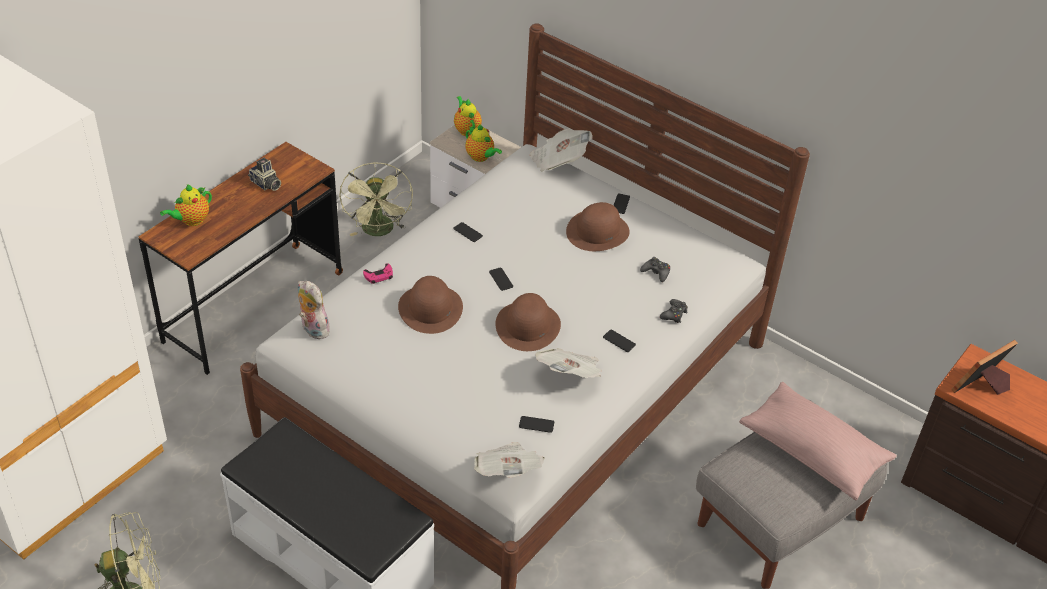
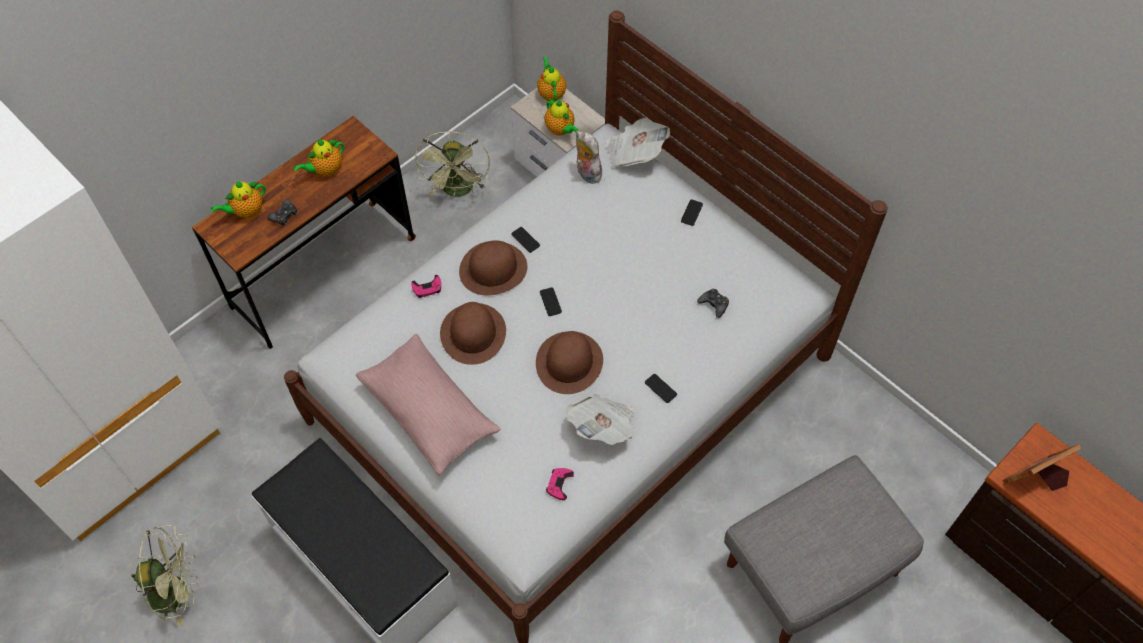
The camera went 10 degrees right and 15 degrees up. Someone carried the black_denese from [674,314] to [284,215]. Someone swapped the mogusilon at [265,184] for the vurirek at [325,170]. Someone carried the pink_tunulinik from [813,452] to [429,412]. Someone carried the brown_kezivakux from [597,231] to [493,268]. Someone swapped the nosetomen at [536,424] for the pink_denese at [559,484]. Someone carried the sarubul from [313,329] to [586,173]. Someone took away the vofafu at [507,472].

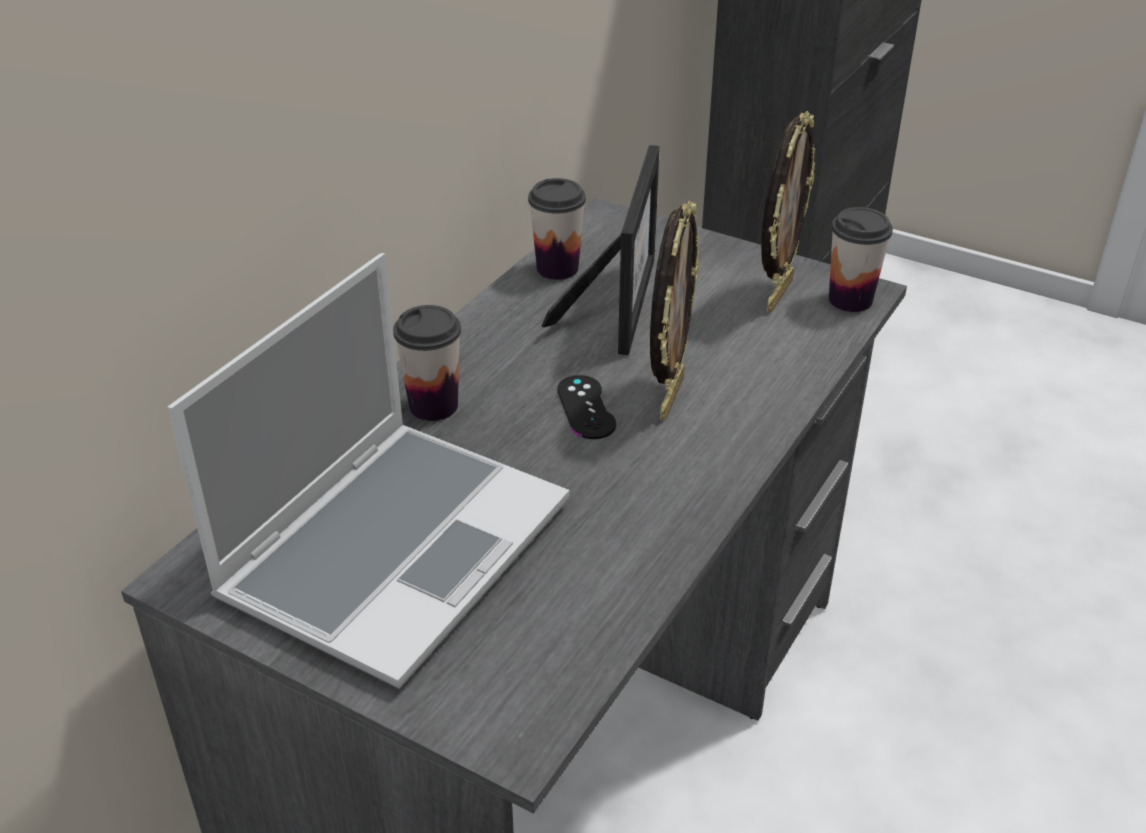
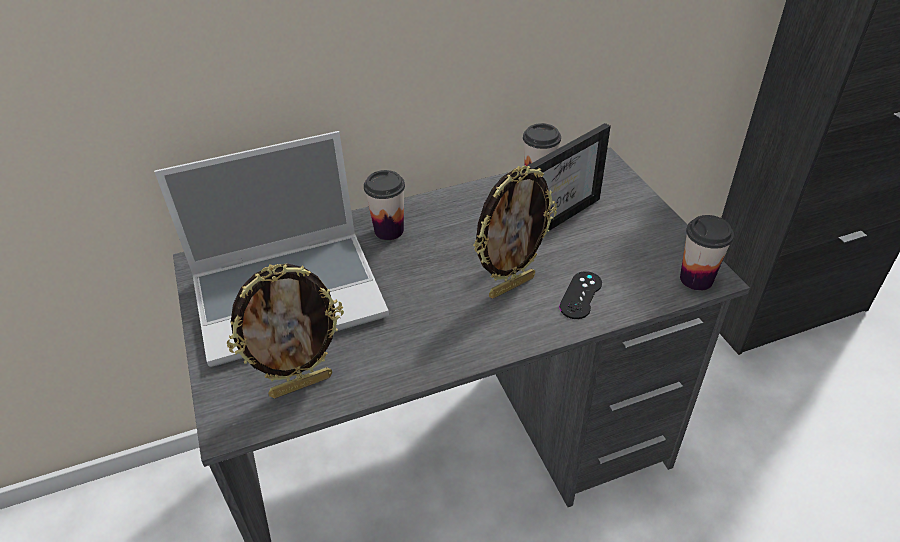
The camera went 40 degrees right and 5 degrees up. Someone carried the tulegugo from [777,294] to [301,384]. Someone carried the black_denese from [586,407] to [581,295].

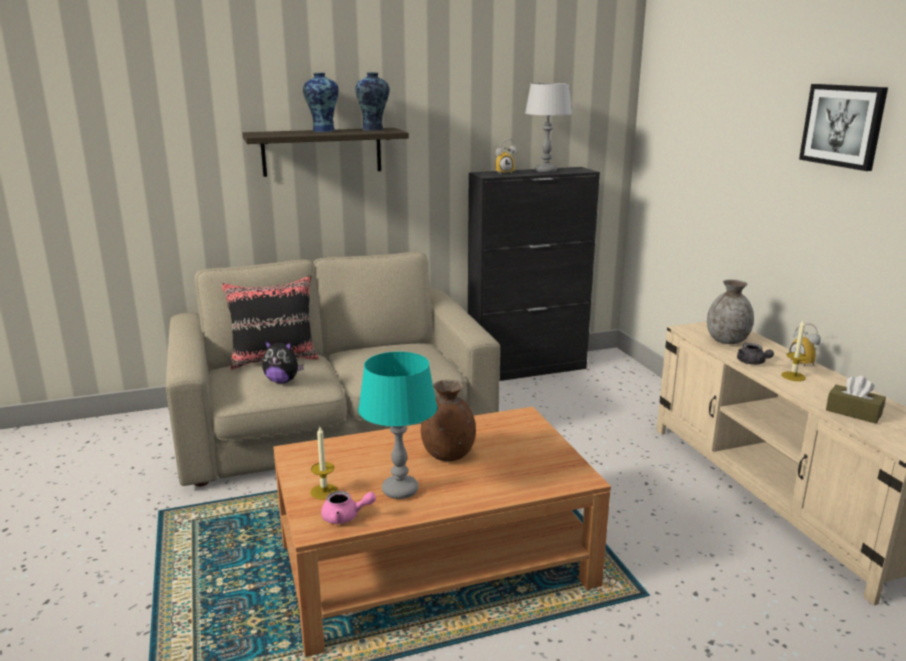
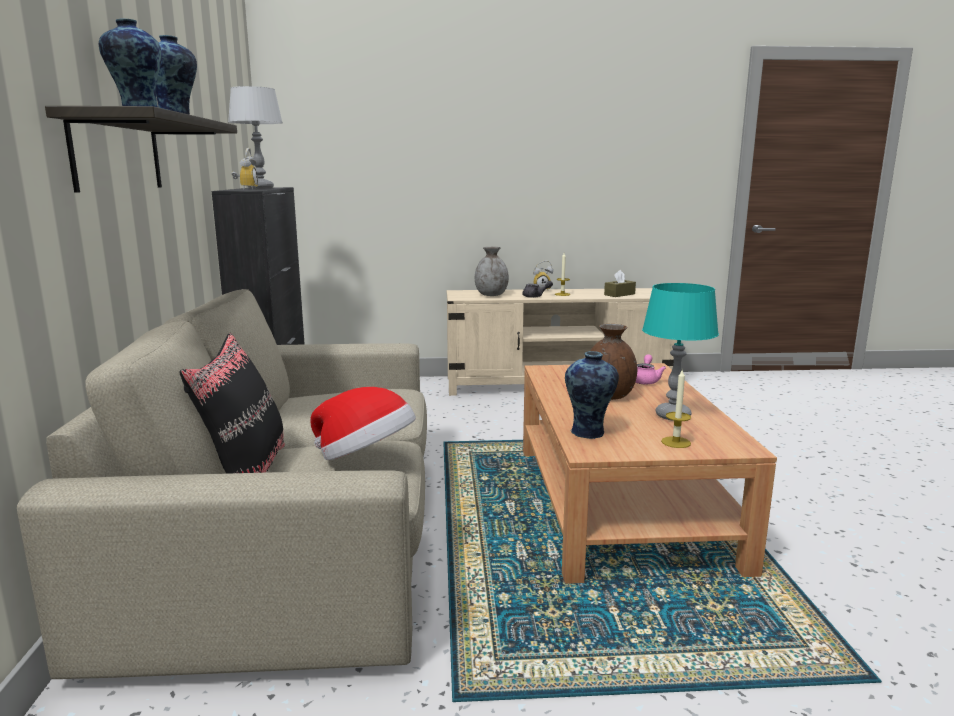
The camera went 75 degrees left and 5 degrees down. Someone swapped the sarubul at [282,381] for the kezivakux at [365,458]. Someone put down the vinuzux at [589,433]. Someone carried the pink_vurirek from [345,517] to [645,380]. Someone took away the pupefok at [843,125].

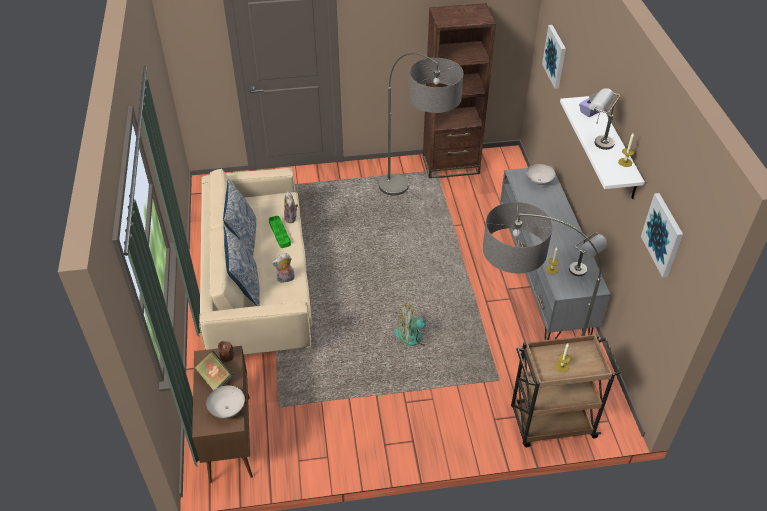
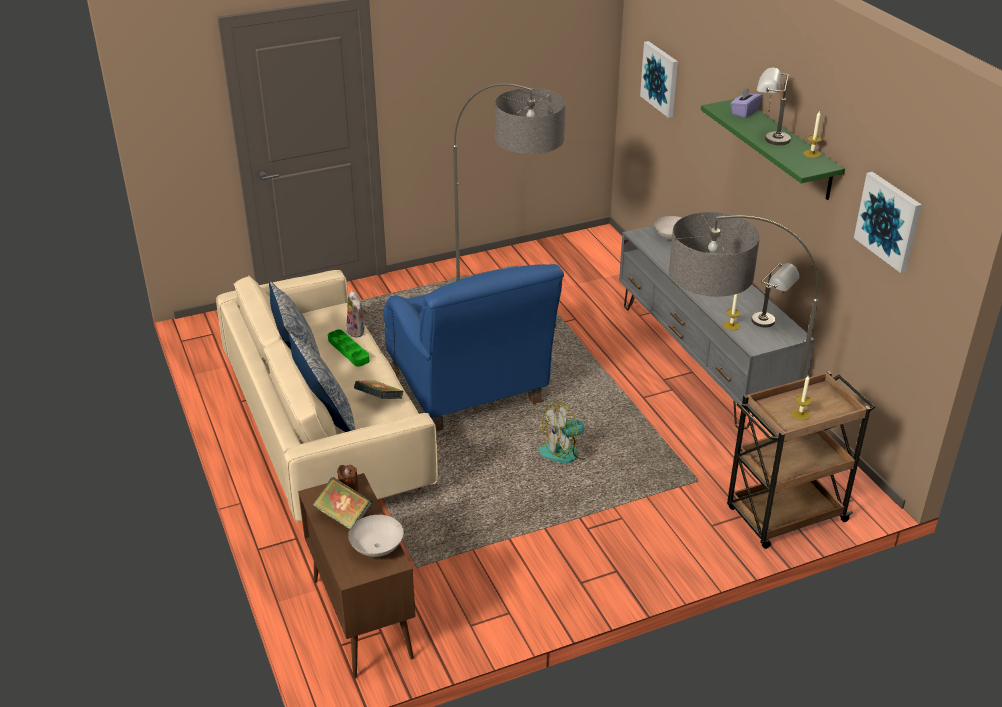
The camera went 15 degrees left and 10 degrees down. Someone swapped the sarubul at [285,279] for the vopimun at [379,400]. Someone put down the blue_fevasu at [470,392]. Someone repainted the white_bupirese at [615,148], which became the green_bupirese at [787,149]. Someone took away the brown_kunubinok at [451,165].

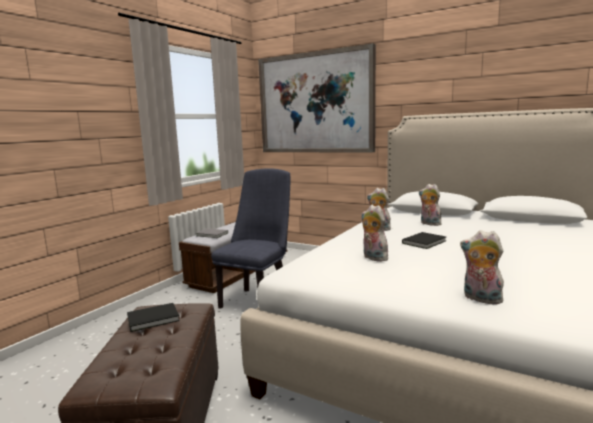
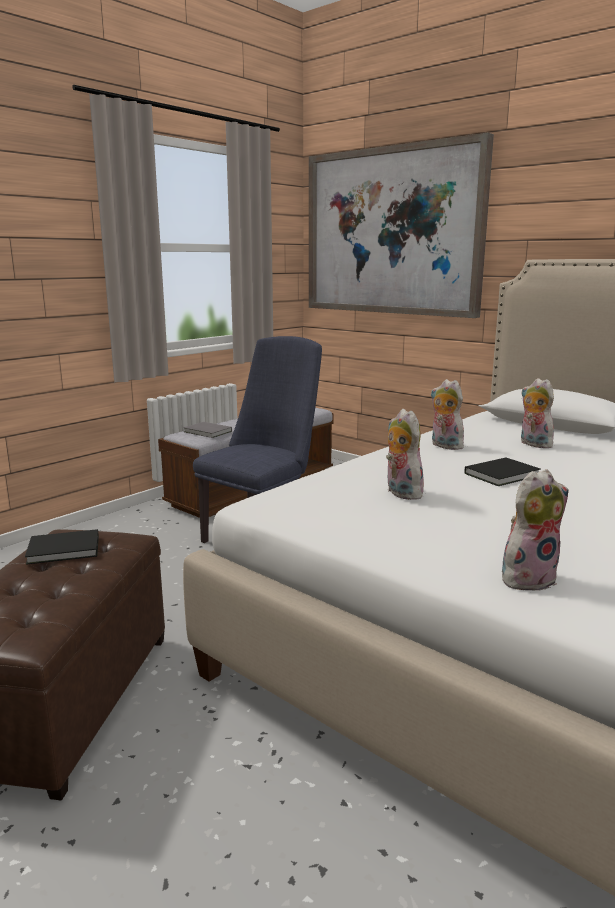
The camera went 10 degrees right and 5 degrees up. Someone rotated the sarubul at [480,299] by 105 degrees clockwise.

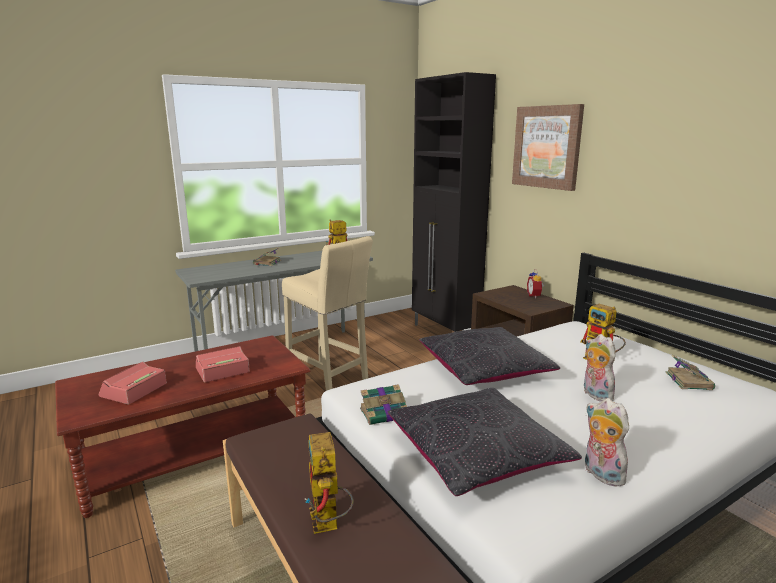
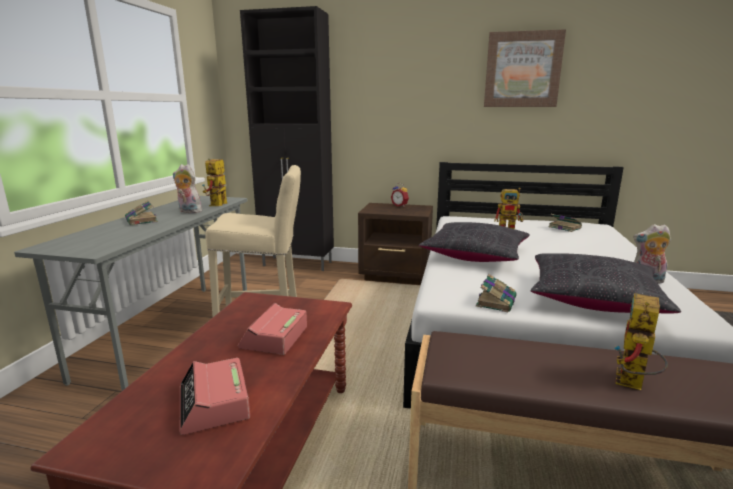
The camera went 45 degrees left and 0 degrees up. Someone carried the sarubul from [595,395] to [188,211]. Someone carried the pupefok from [547,147] to [522,70]. Someone rotated the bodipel at [328,525] by 90 degrees clockwise.

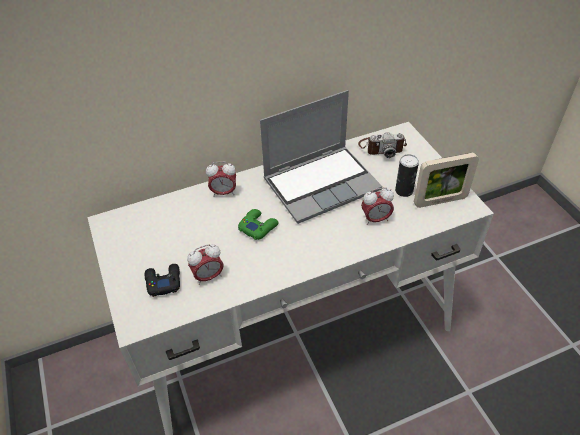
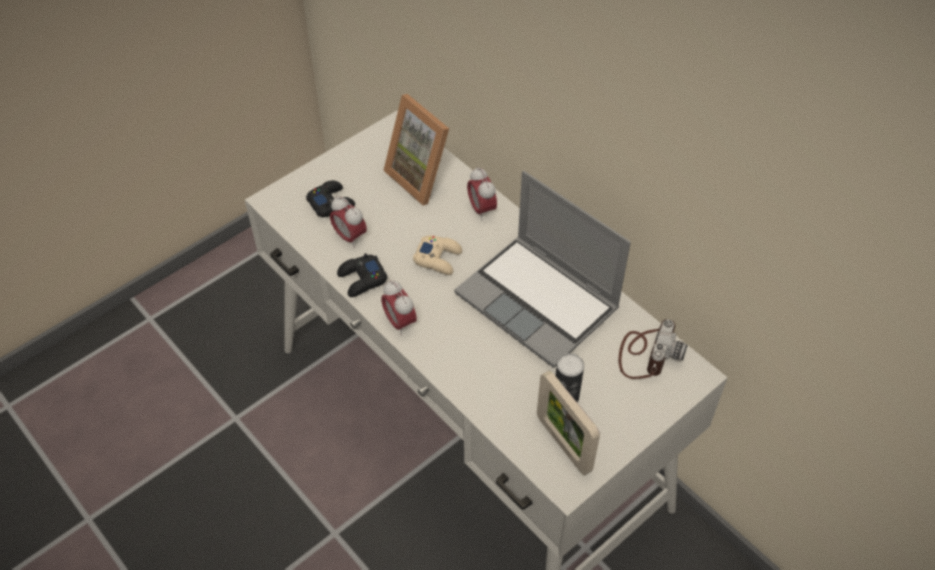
The camera went 70 degrees right and 5 degrees up. Someone put down the black_denese at [362,279]. Someone carried the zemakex from [375,219] to [400,322]. Someone put down the tulegugo at [423,176]. Someone repainted the green_denese at [258,227], which became the beige_denese at [438,258]. Someone rotated the mogusilon at [382,147] by 135 degrees counterclockwise.

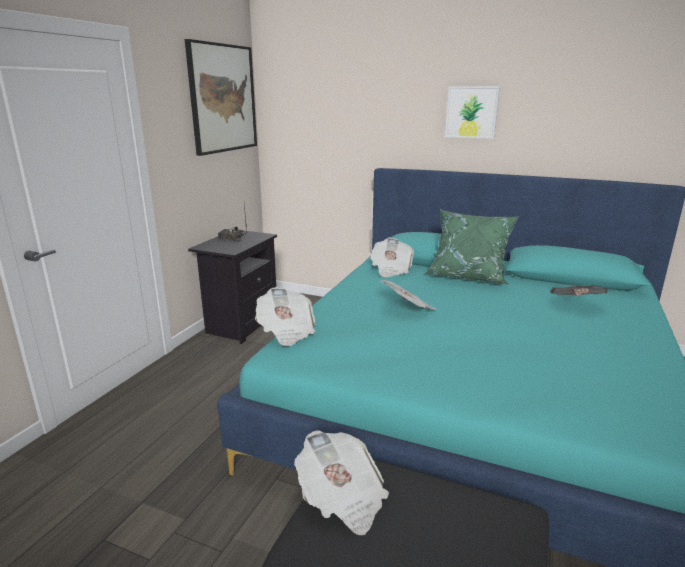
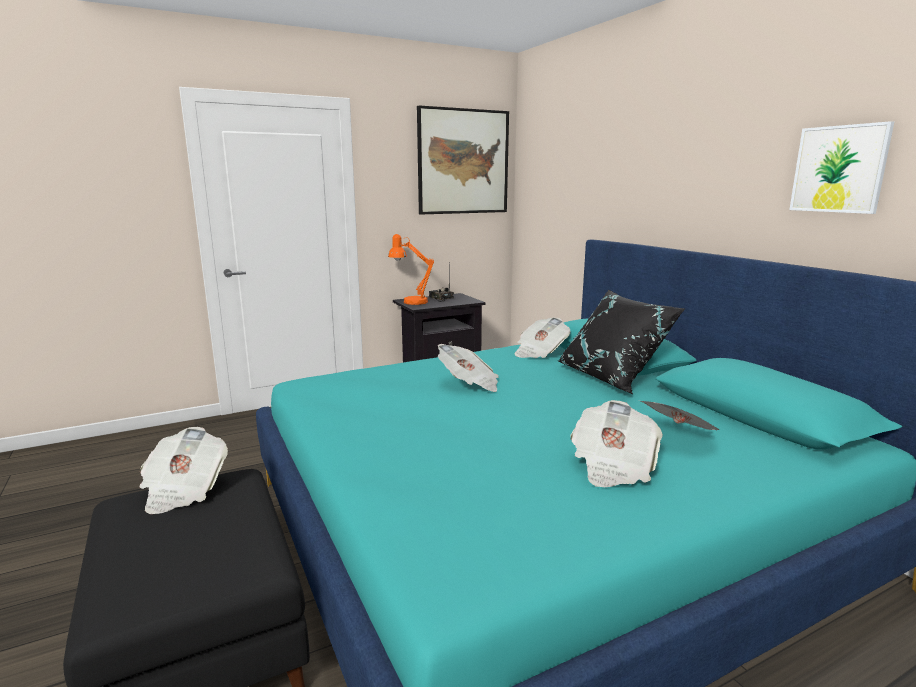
The camera went 40 degrees right and 5 degrees down. Someone put down the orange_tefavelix at [410,301]. Someone repainted the green_tunulinik at [468,276], which became the black_tunulinik at [612,377]. Someone carried the vofafu from [286,331] to [612,466]. Someone carried the pupefok from [471,112] to [839,169].

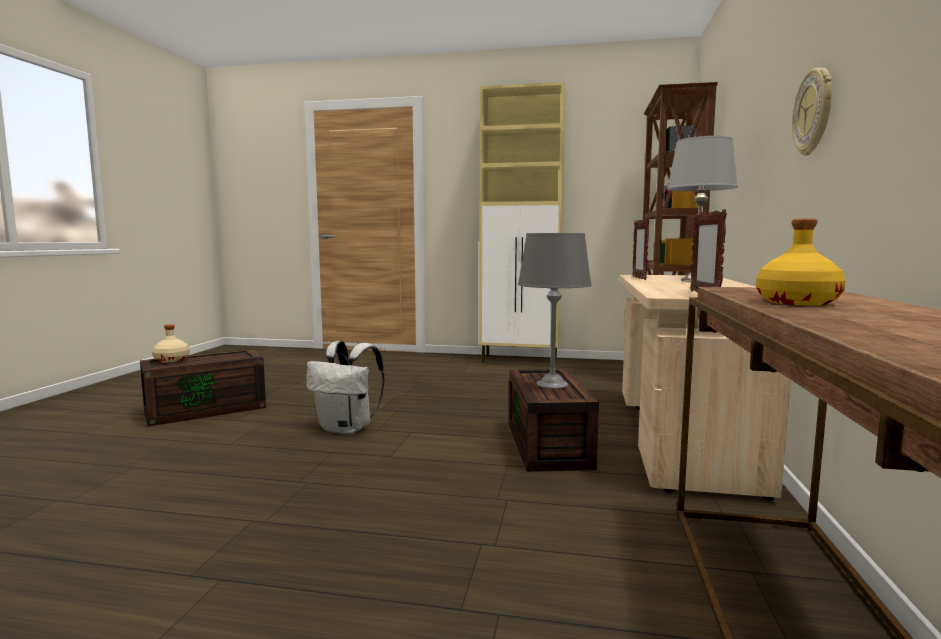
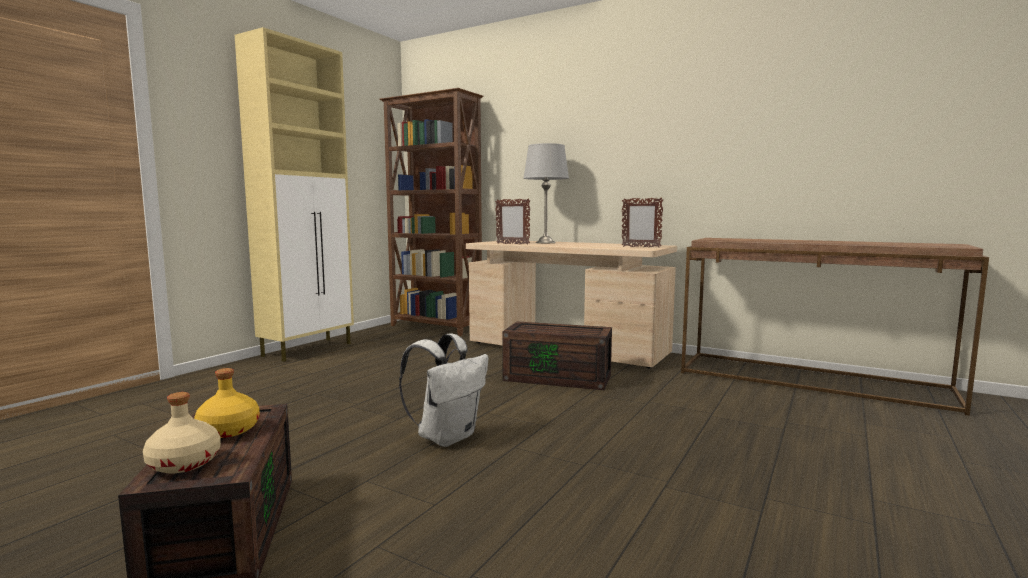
The camera went 70 degrees left and 0 degrees up. Someone carried the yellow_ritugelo from [796,302] to [228,430]. Someone took away the grey_tefavelix at [552,384]. Someone took away the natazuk at [814,112].

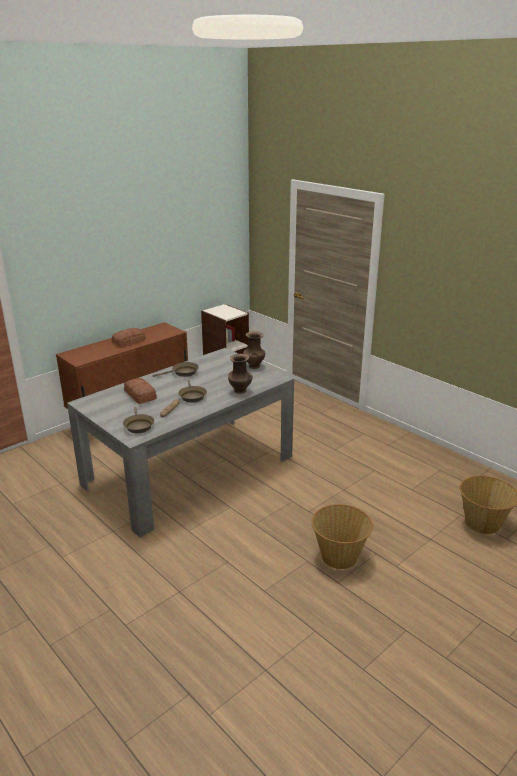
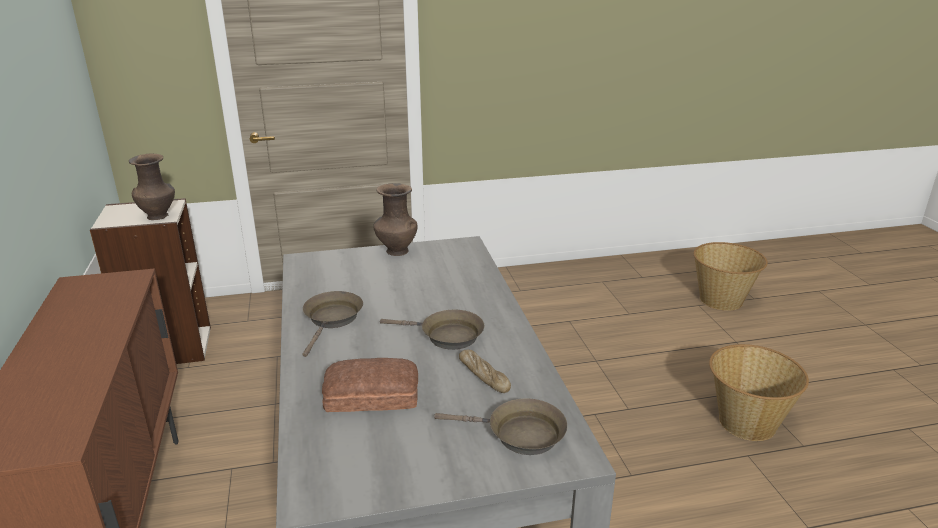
The camera went 60 degrees left and 0 degrees up. Someone carried the brown_vinuzux from [240,391] to [159,216]. Someone took away the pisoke at [129,341].

